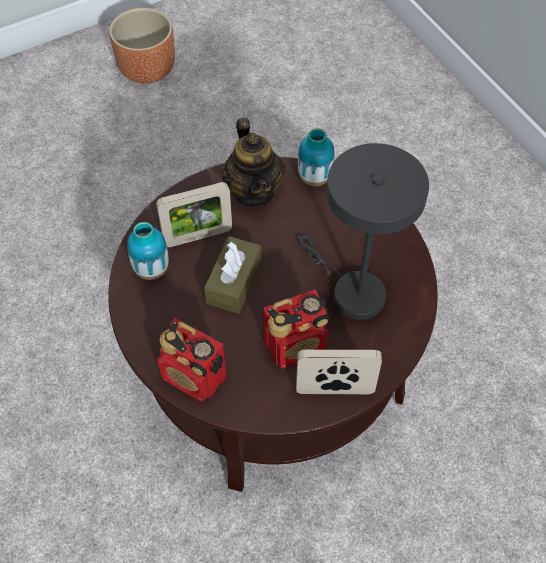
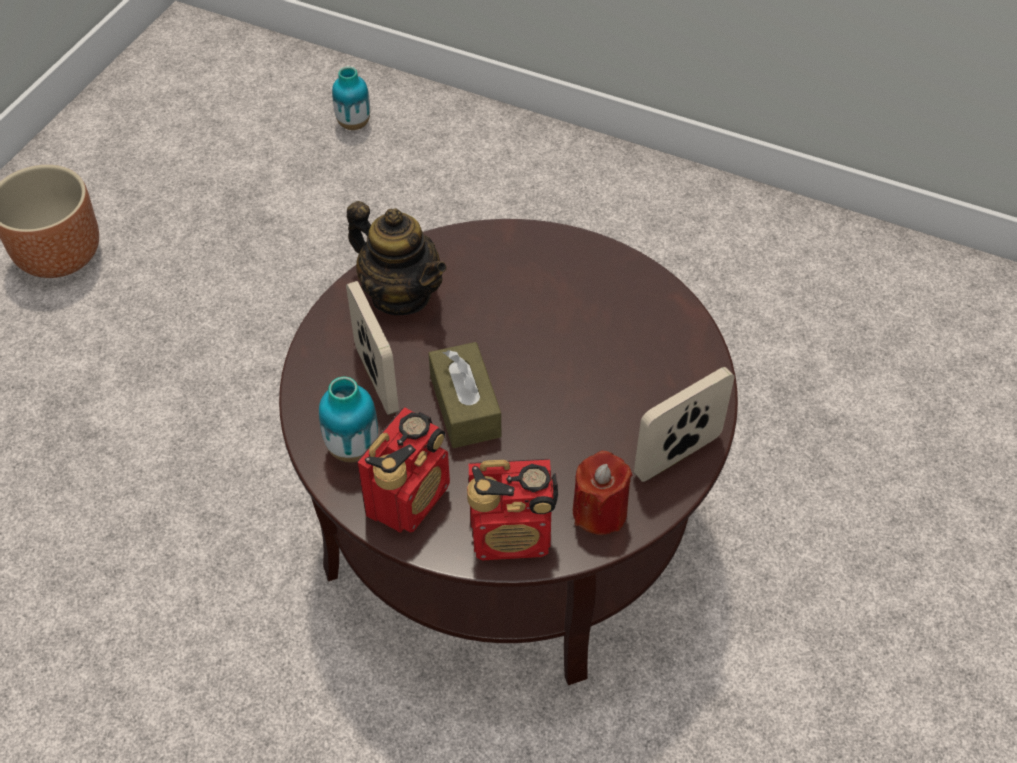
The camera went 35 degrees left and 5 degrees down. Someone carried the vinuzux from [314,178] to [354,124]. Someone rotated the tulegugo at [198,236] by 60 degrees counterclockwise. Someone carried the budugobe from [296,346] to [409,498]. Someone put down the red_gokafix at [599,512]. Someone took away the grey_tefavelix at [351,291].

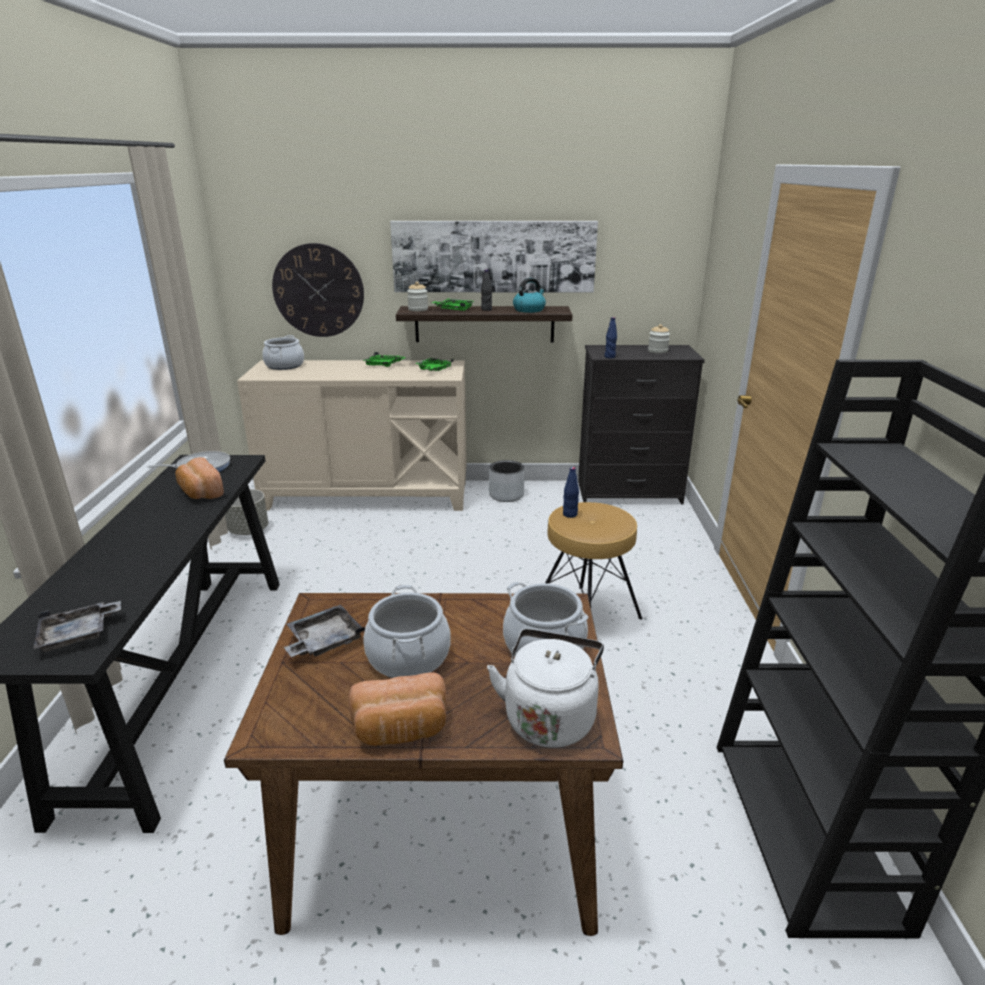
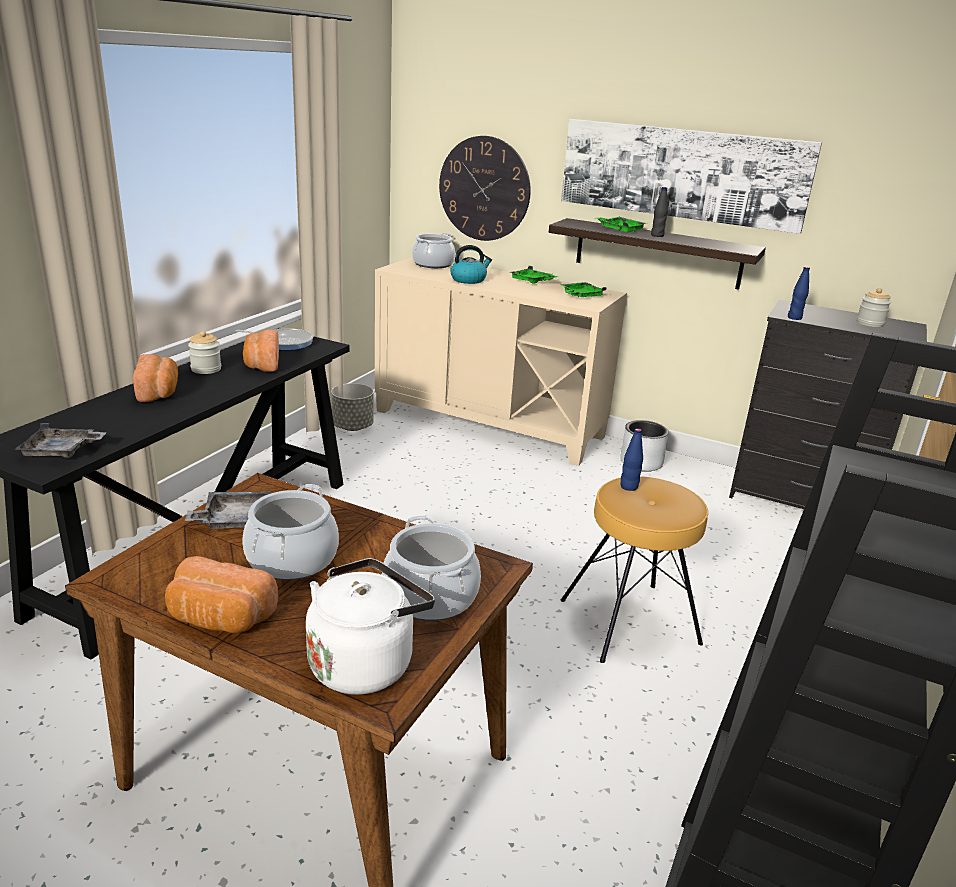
The camera went 25 degrees right and 0 degrees up. Someone put down the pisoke at [159,392]. Someone carried the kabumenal from [418,309] to [206,369]. Someone carried the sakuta from [529,310] to [469,280].

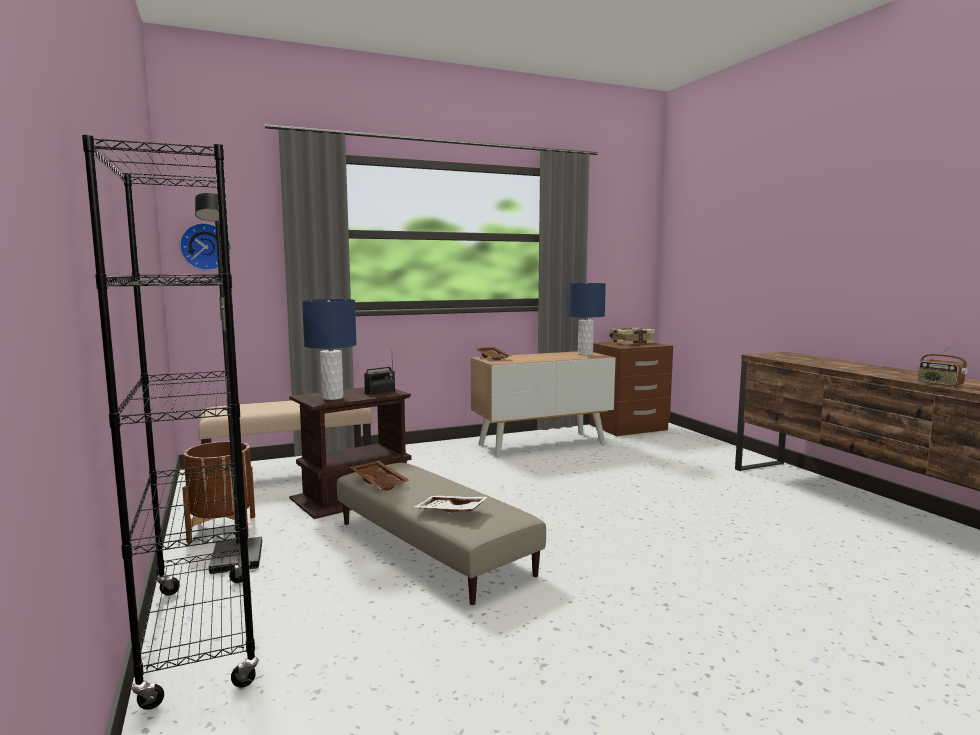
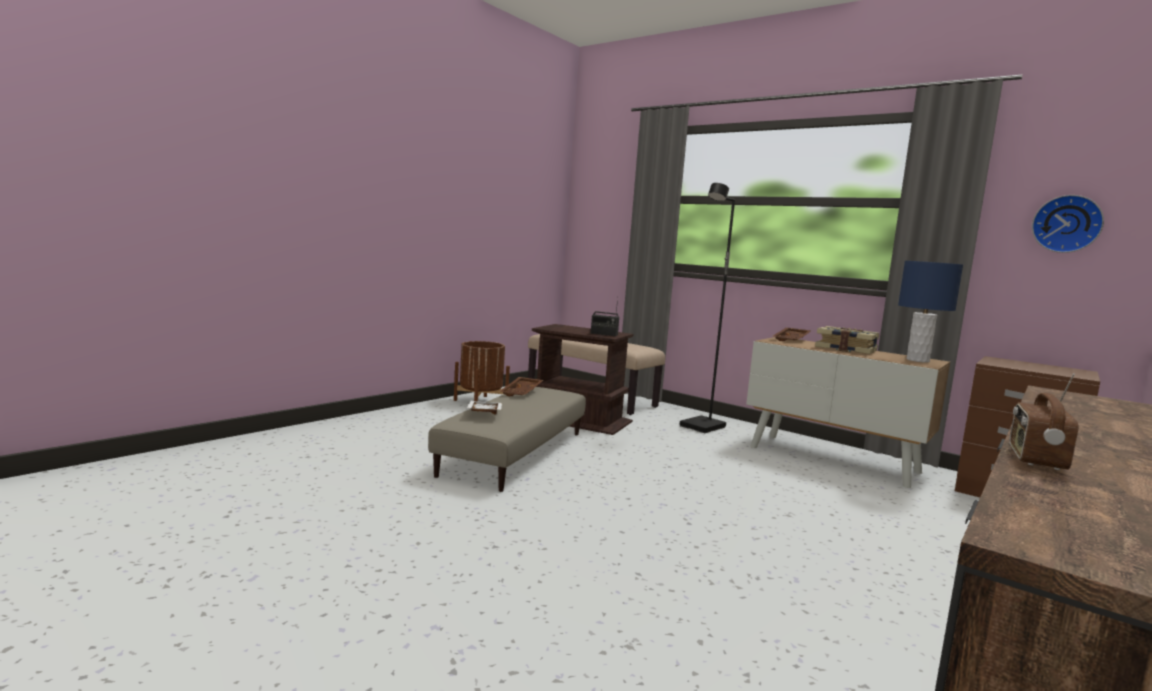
The camera went 60 degrees right and 0 degrees up. Someone carried the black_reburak from [238,558] to [703,427]. Someone carried the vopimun from [630,343] to [846,349]. Someone carried the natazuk from [205,247] to [1066,224]. Someone took away the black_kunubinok at [202,634]. Someone took away the blue_tefavelix at [333,397].

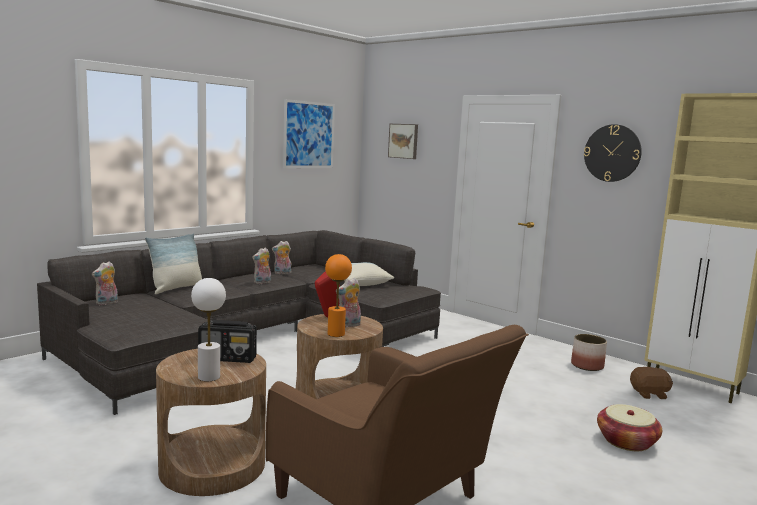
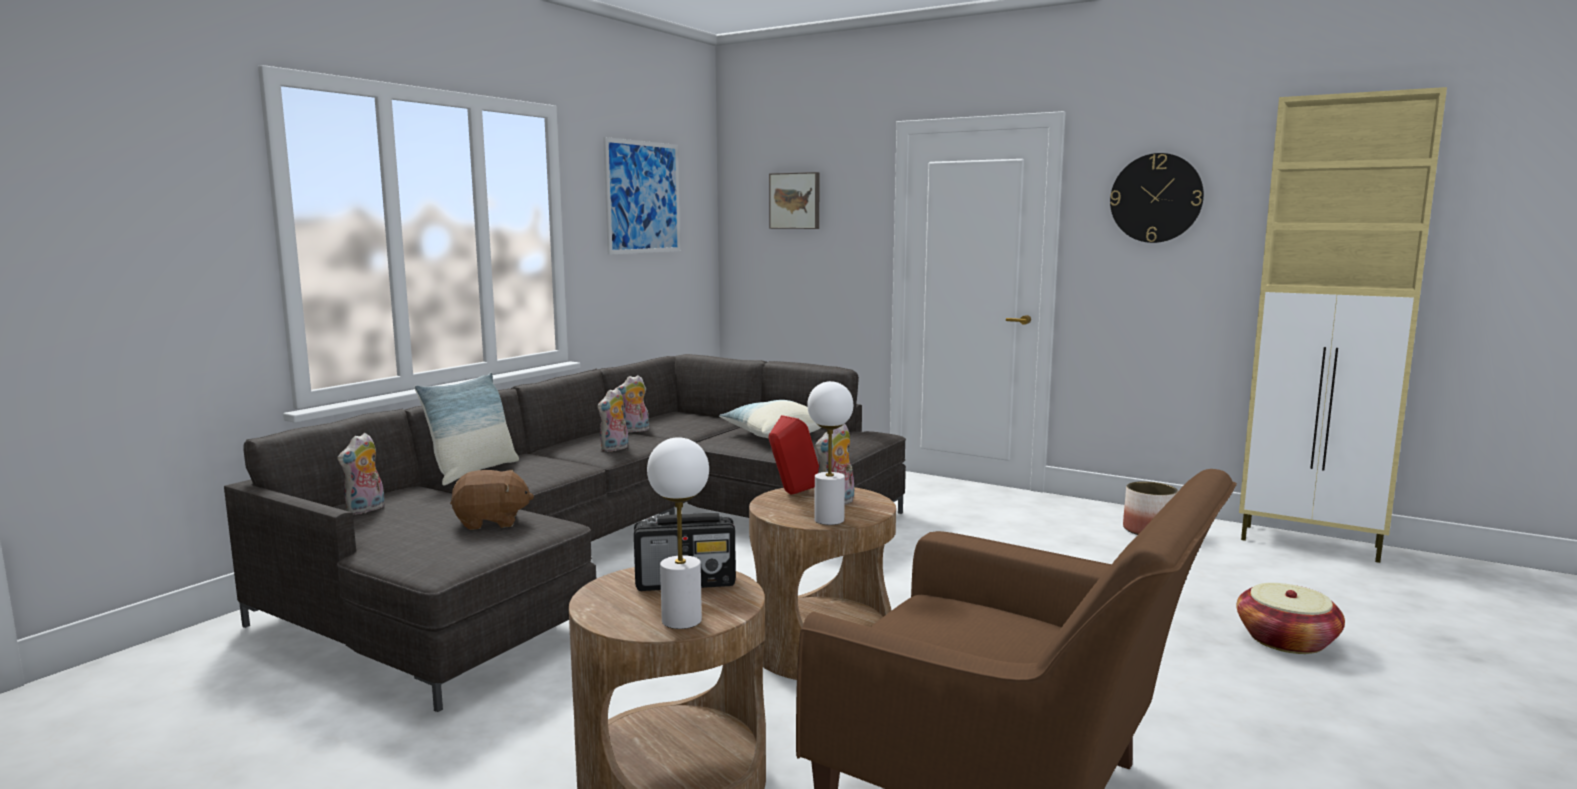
The camera went 10 degrees left and 0 degrees up. Someone carried the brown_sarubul from [649,394] to [491,522]. Someone repainted the orange_tefavelix at [336,334], which became the white_tefavelix at [829,520].

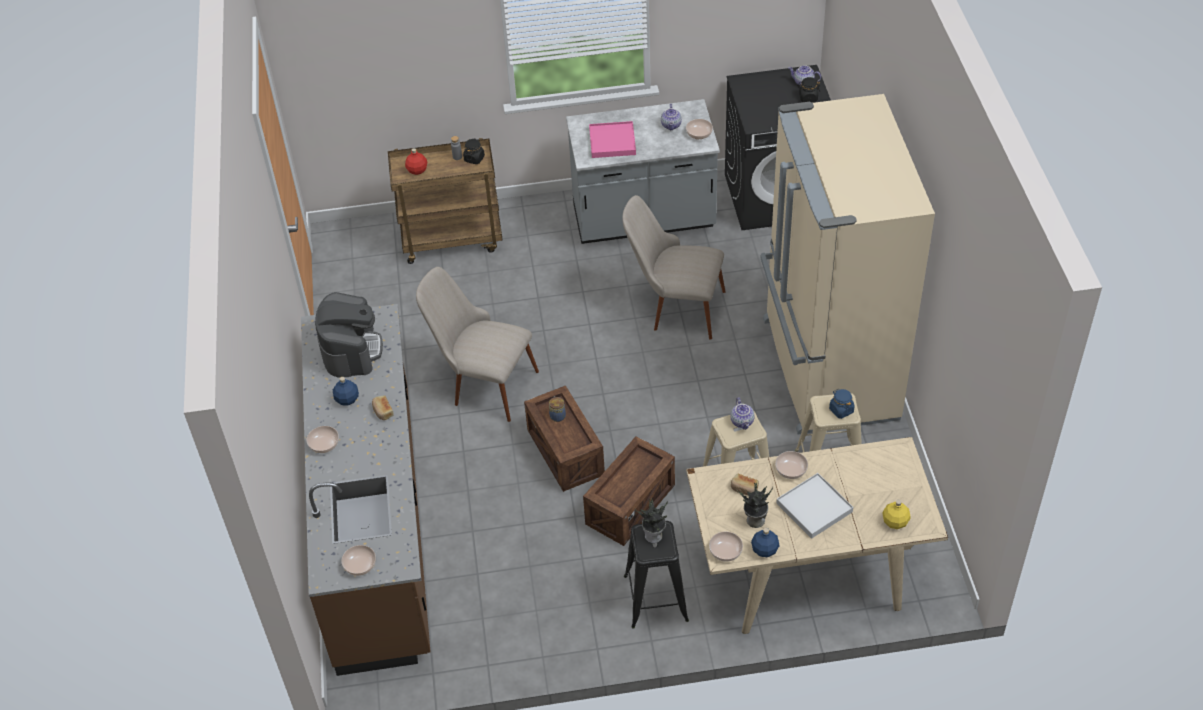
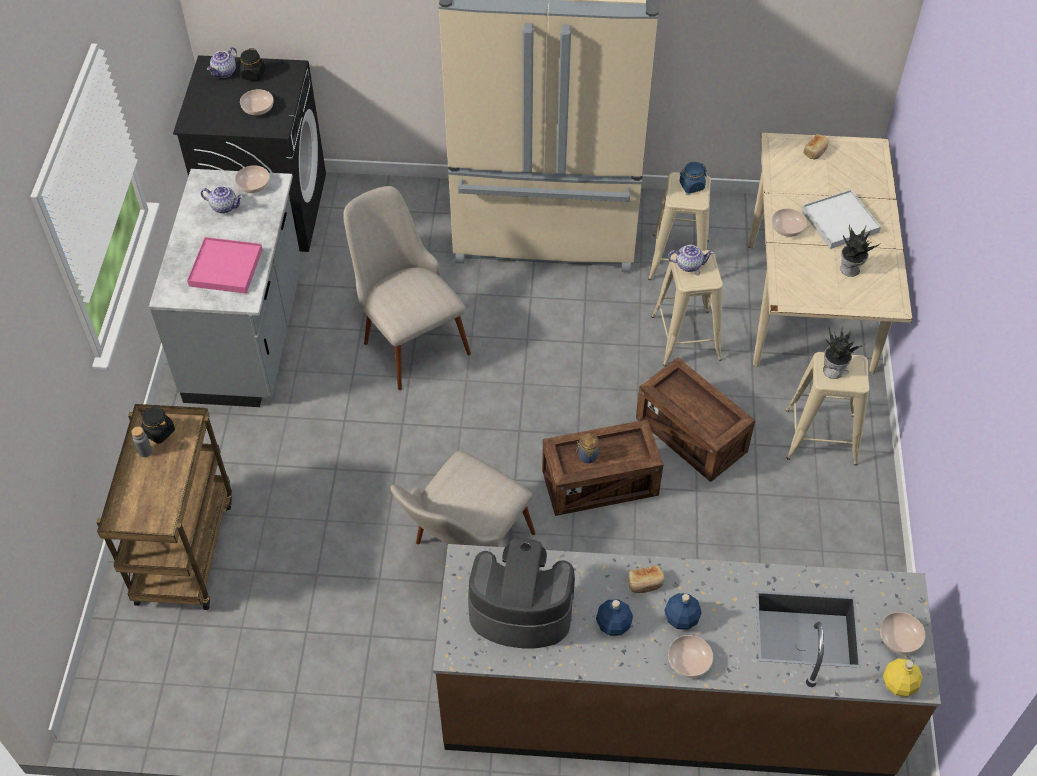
The camera went 80 degrees left and 5 degrees up. Someone carried the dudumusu from [725,550] to [257,108]. Someone rotated the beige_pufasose at [675,308] by 120 degrees clockwise. Someone carried the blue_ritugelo from [764,550] to [681,619]. Someone repainted the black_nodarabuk at [655,598], which became the beige_nodarabuk at [821,437]. Someone carried the pisoke from [744,489] to [815,151]. Someone carried the yellow_ritugelo from [895,522] to [898,683]. Someone took away the red_ritugelo at [417,170].

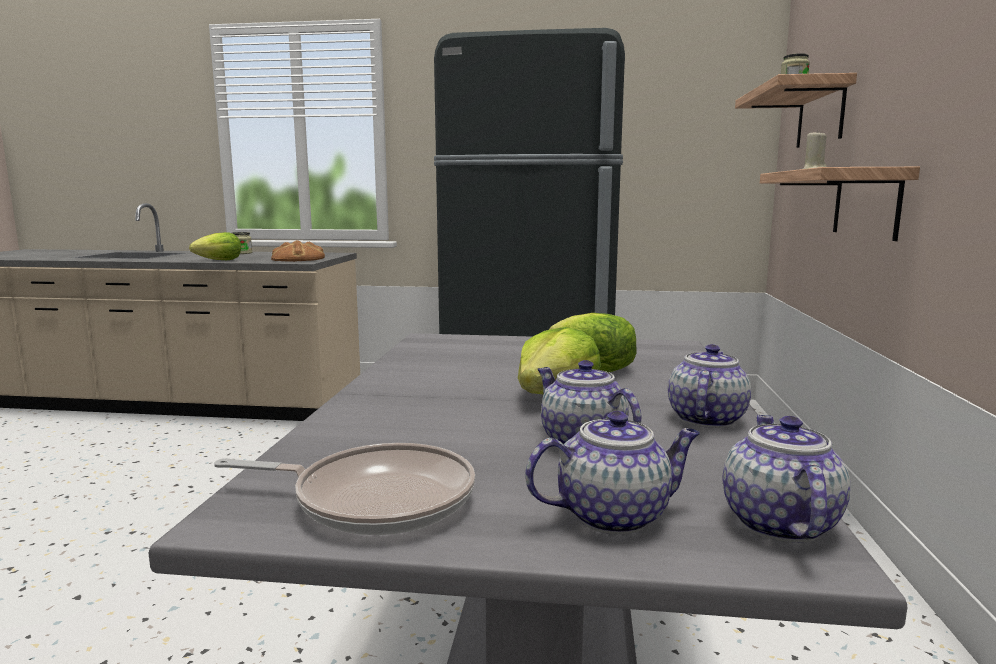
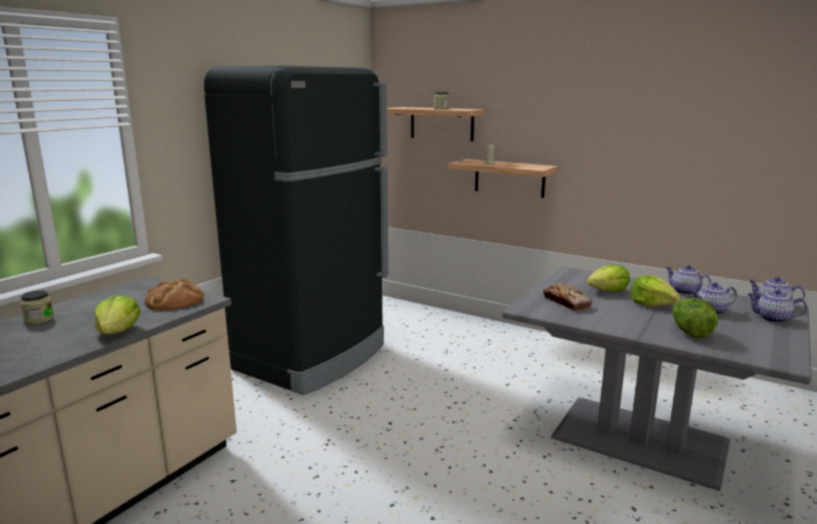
The camera went 65 degrees left and 5 degrees up. Someone put down the pisoke at [566,302]. Someone put down the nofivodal at [690,333]. Someone rotated the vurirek at [614,515] by 75 degrees counterclockwise. Someone took away the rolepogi at [375,499].

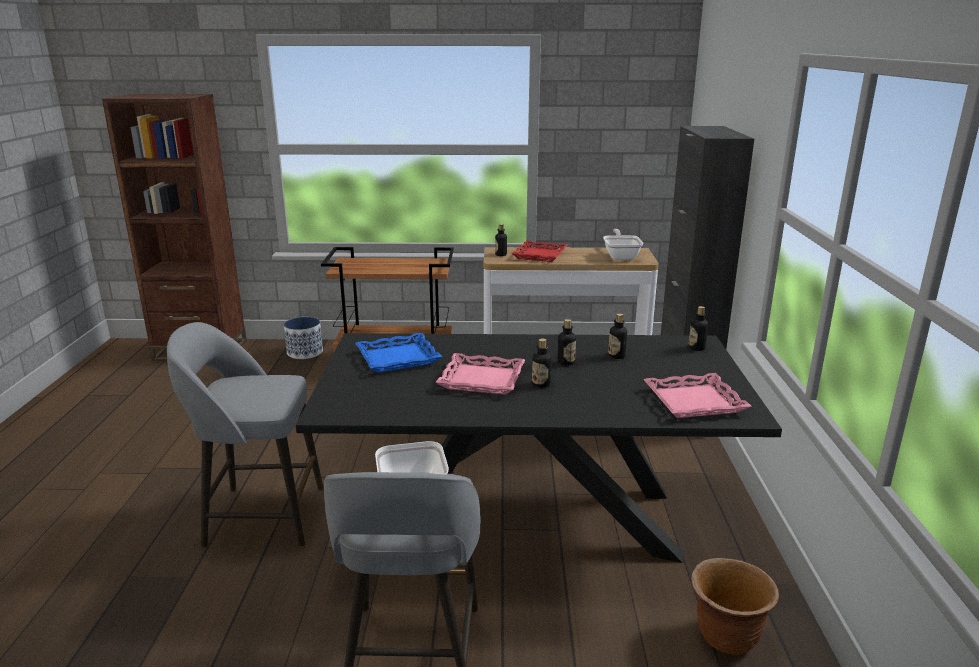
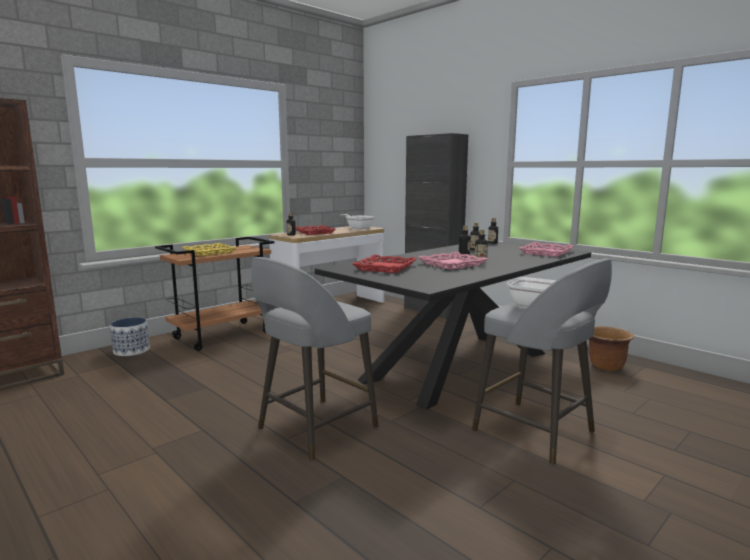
The camera went 45 degrees left and 10 degrees down. Someone put down the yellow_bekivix at [209,252]. Someone repainted the blue_bekivix at [398,358], which became the red_bekivix at [384,268].

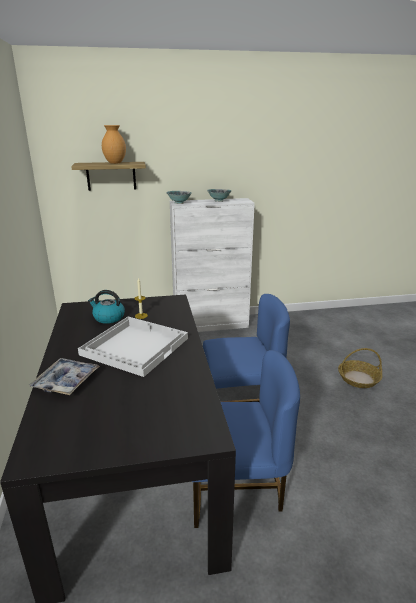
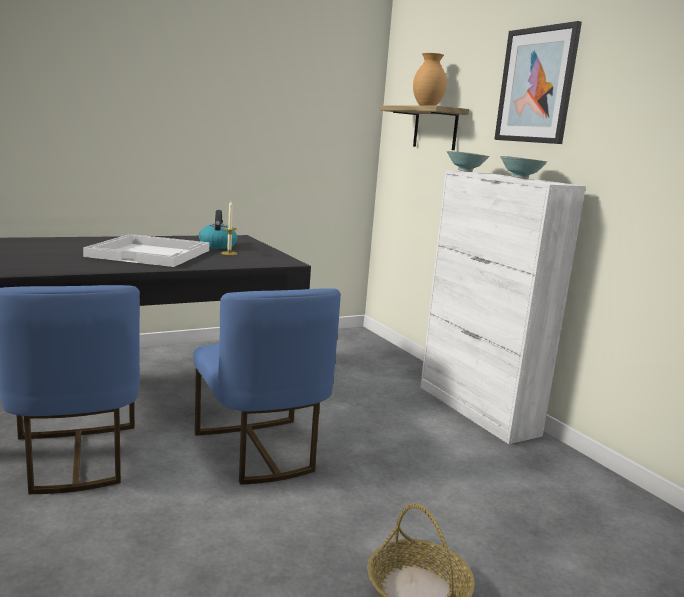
The camera went 70 degrees right and 10 degrees down. Someone put up the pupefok at [536,85]. Someone took away the bekivix at [66,381].

